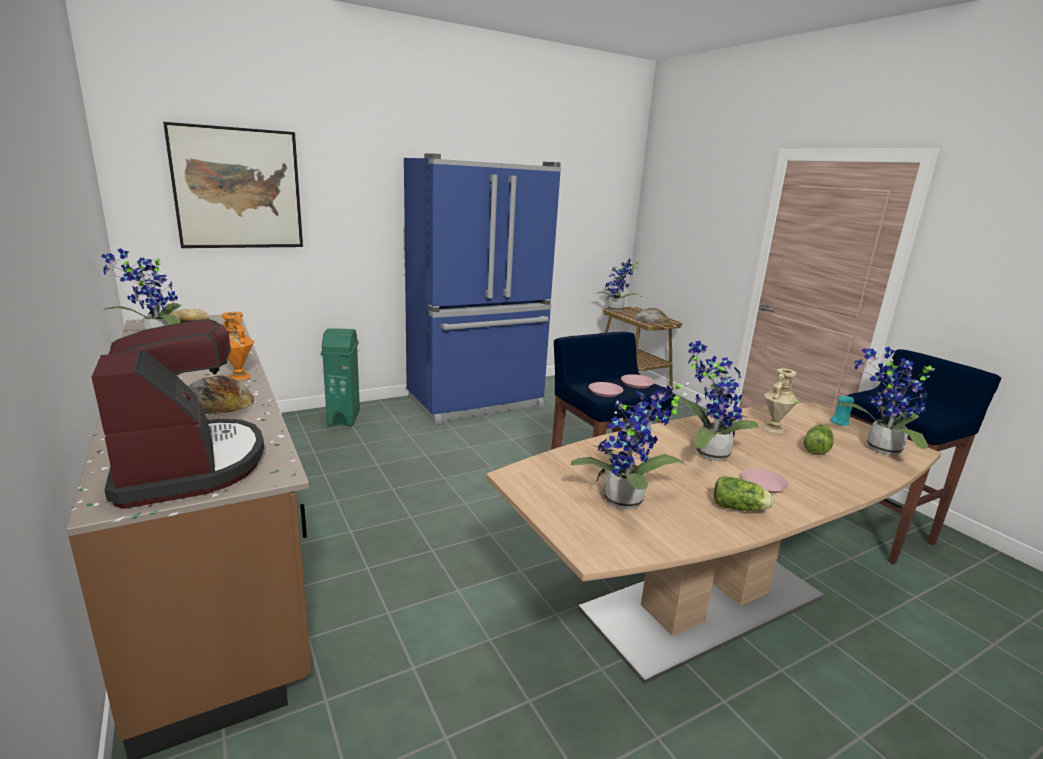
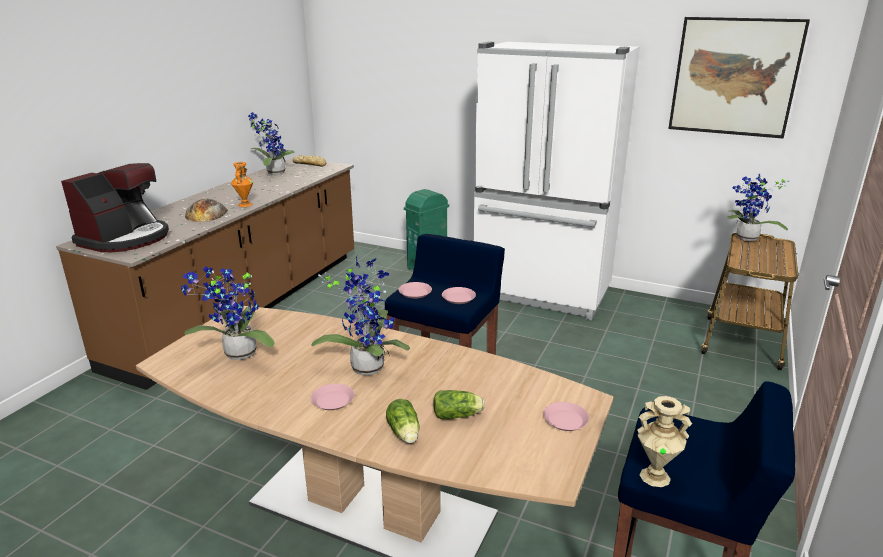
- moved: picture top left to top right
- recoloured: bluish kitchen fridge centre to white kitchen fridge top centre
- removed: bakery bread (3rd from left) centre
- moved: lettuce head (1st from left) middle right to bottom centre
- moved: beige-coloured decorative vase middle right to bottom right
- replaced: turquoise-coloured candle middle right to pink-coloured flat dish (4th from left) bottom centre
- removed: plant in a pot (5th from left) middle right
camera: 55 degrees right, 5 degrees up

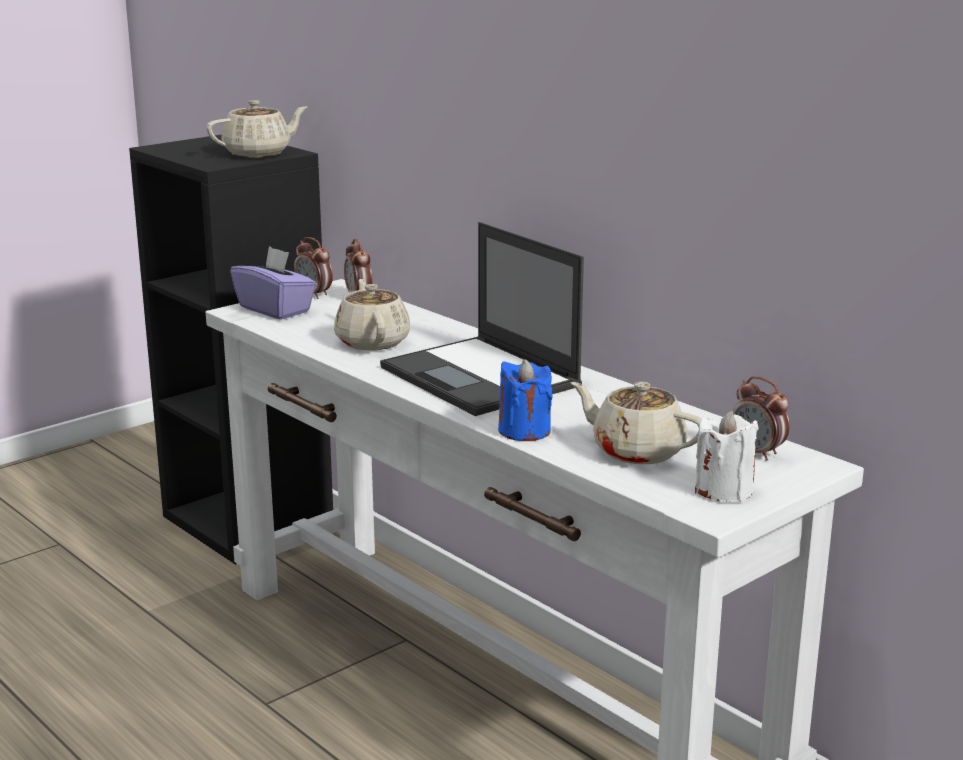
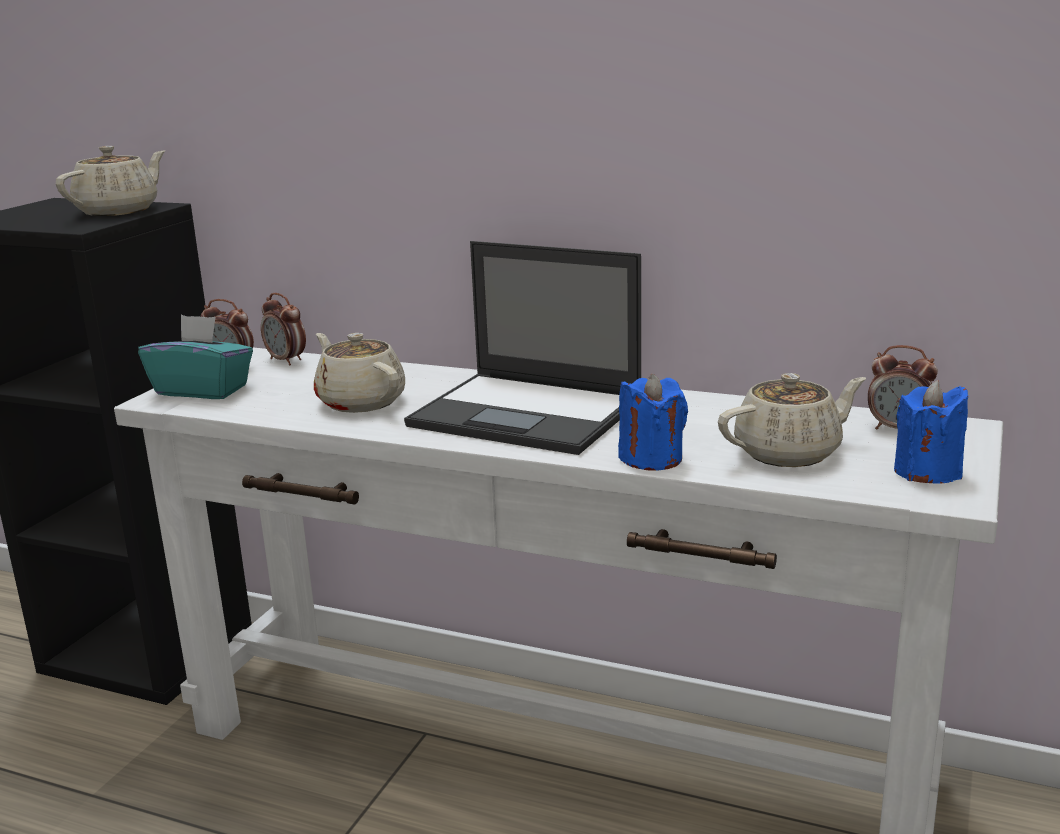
- recoloured: purple box of tissues middle left to turquoise-coloured box of tissues middle left
- turned: beige-coloured teapot (3rd from left) centre = middle right 150 degrees clockwise
- recoloured: white candle middle right to bluish candle (2nd from left) middle right
camera: 25 degrees left, 0 degrees up

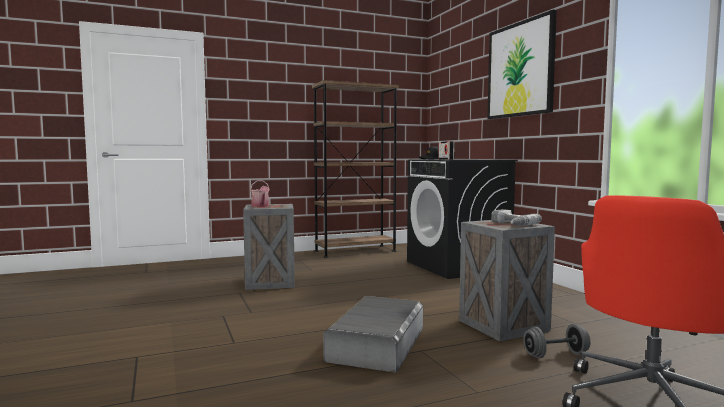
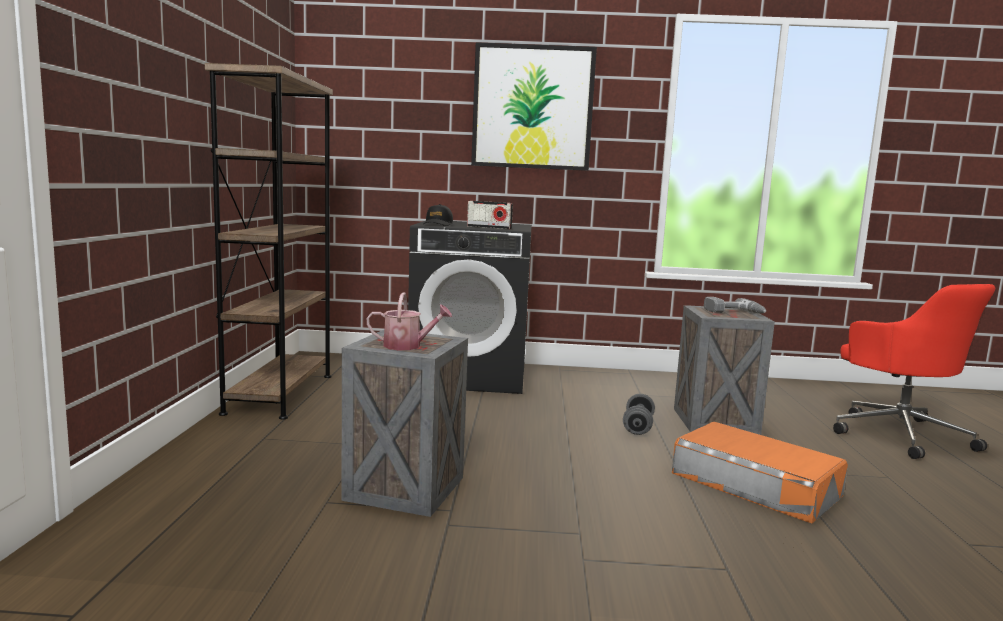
- recoloured: greyish storage bin bottom centre to orange-coloured storage bin bottom right
- moved: greyish hand weight bottom right to bottom centre
camera: 65 degrees left, 5 degrees up

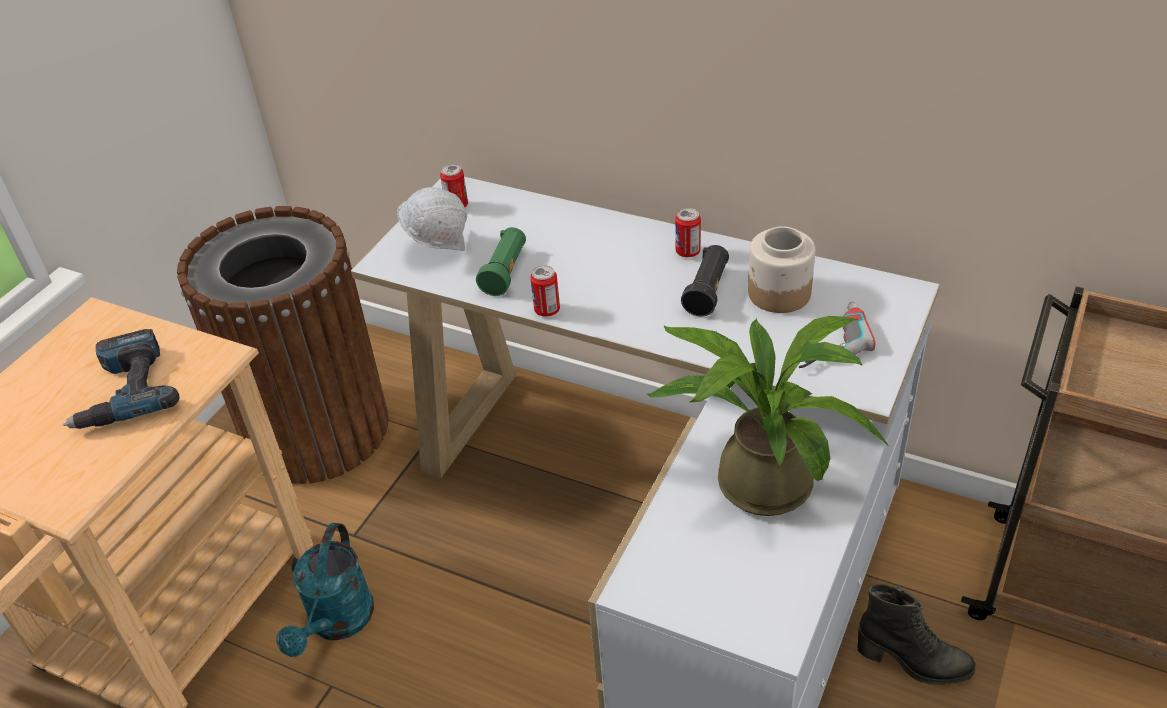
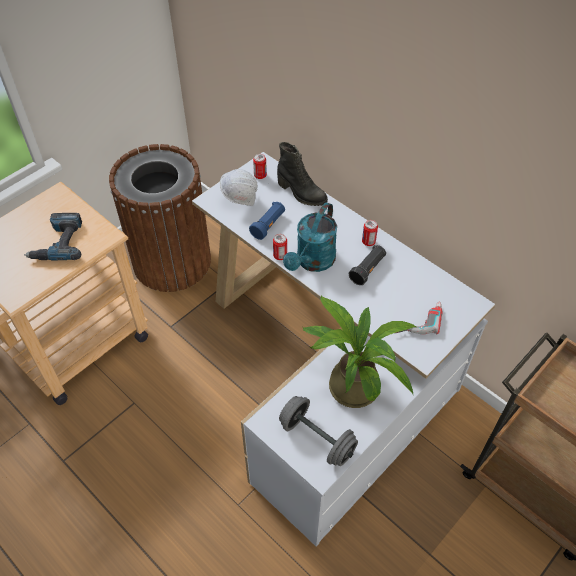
- moved: turquoise-coloured watering pot bottom left to centre
- recoloured: greenish flashlight centre to bluish flashlight centre
- removed: storage jar middle right
- moved: black-coloured high-top boot bottom right to top centre
- added: greyish hand weight bottom centre
camera: 15 degrees right, 10 degrees up

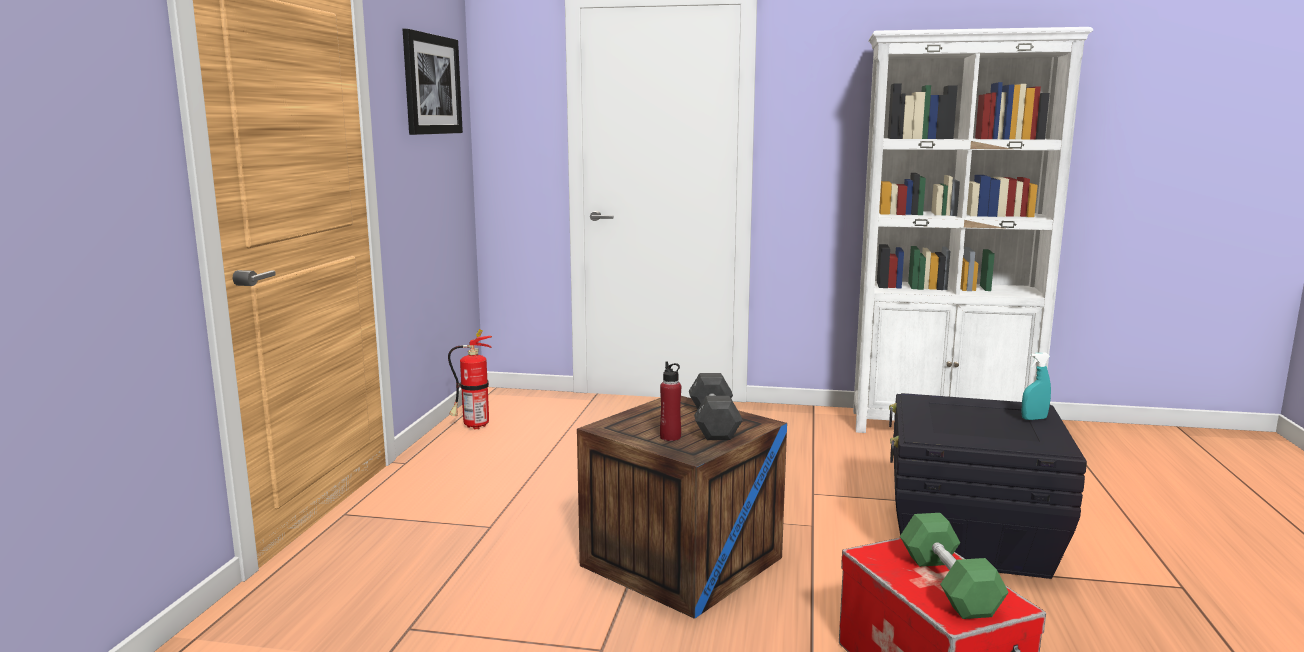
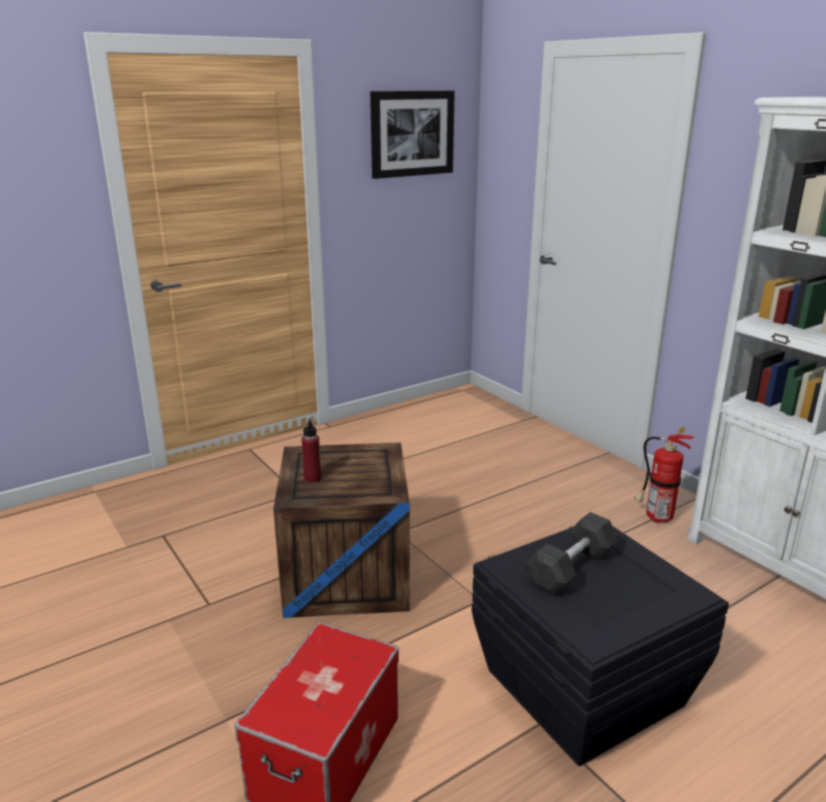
- moved: fire extinguisher centre to middle right
- moved: greyish hand weight centre to bottom right
- removed: greenish hand weight bottom right
- removed: turquoise-coloured sprayer middle right
camera: 45 degrees right, 10 degrees up

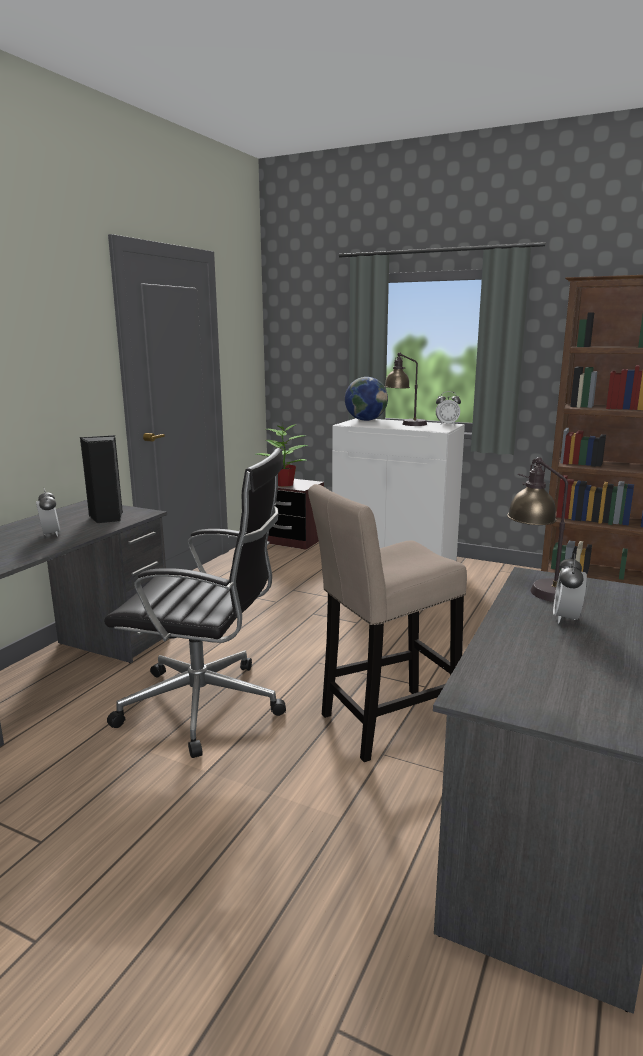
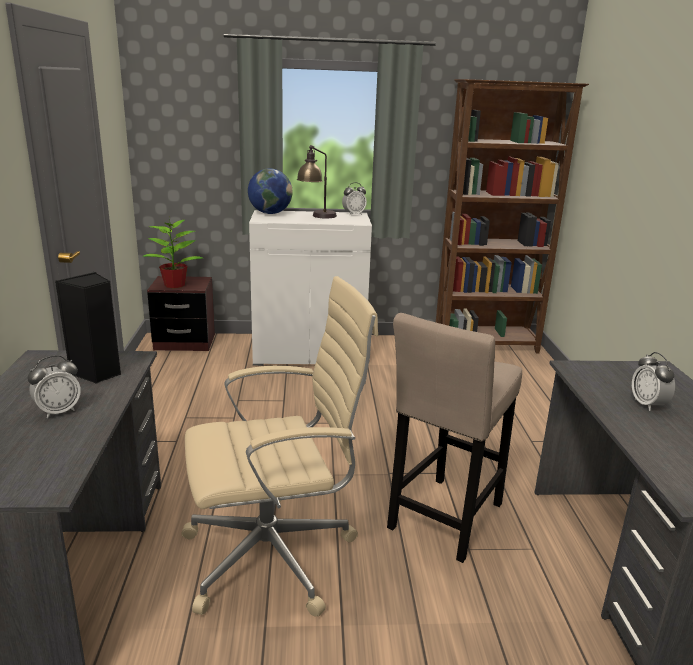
- turned: alarm clock (1st from left) middle left = middle left 105 degrees clockwise
- recoloured: black-coloured desk chair middle left to beige-coloured desk chair bottom centre
- removed: lamp for a table (2nd from left) middle right
camera: 30 degrees left, 5 degrees up

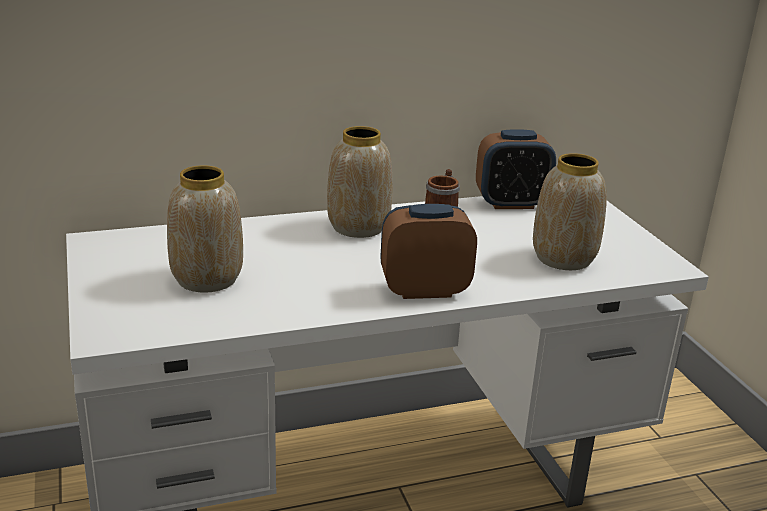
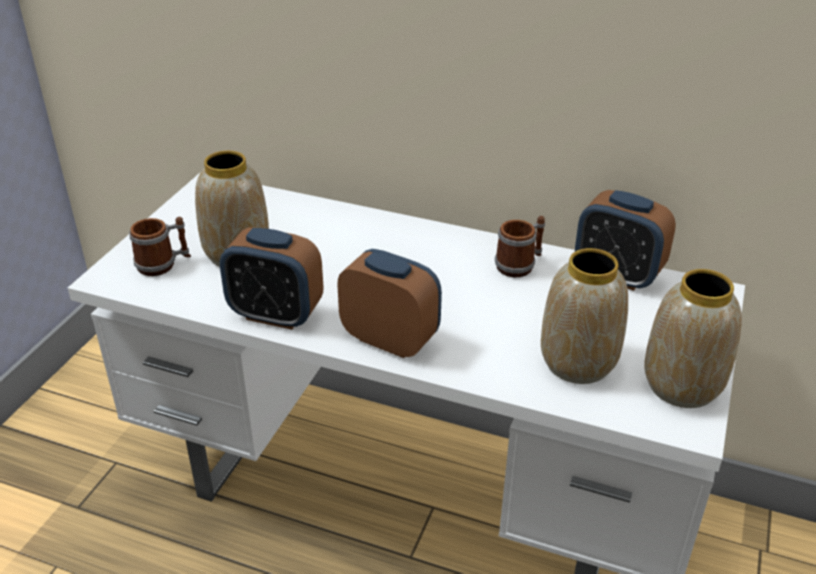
- moved: decorative vase (2nd from left in the first image) centre to decorative vase (3rd from left) middle right
- added: tea mug (1st from left) middle left
- added: alarm clock (1st from left) middle left
camera: 40 degrees right, 10 degrees up

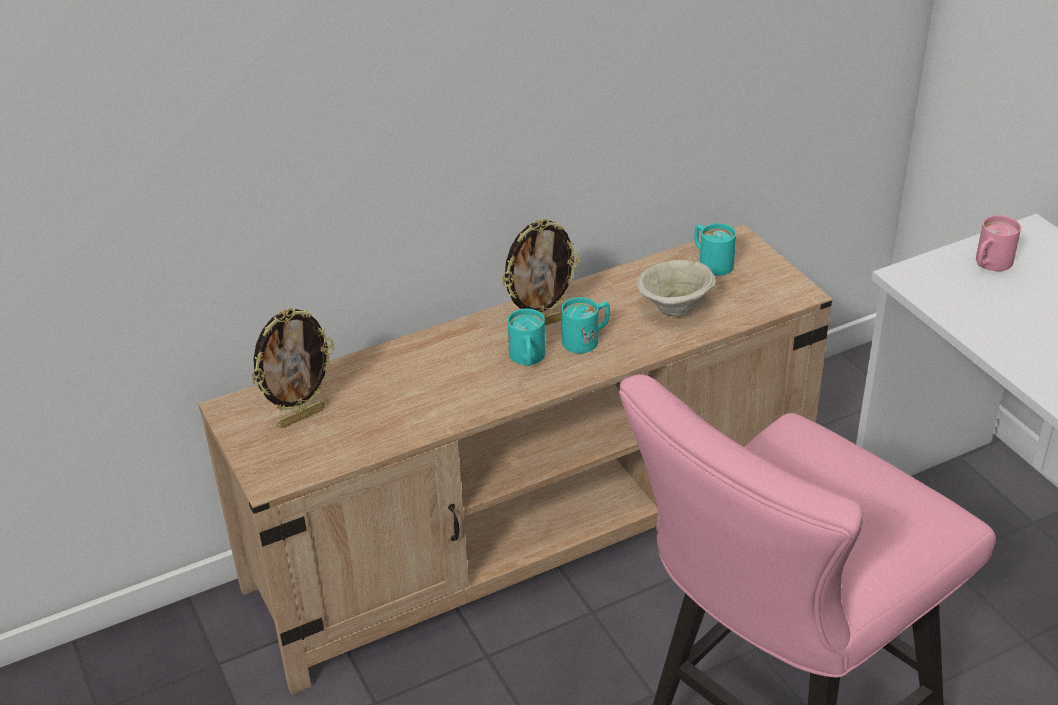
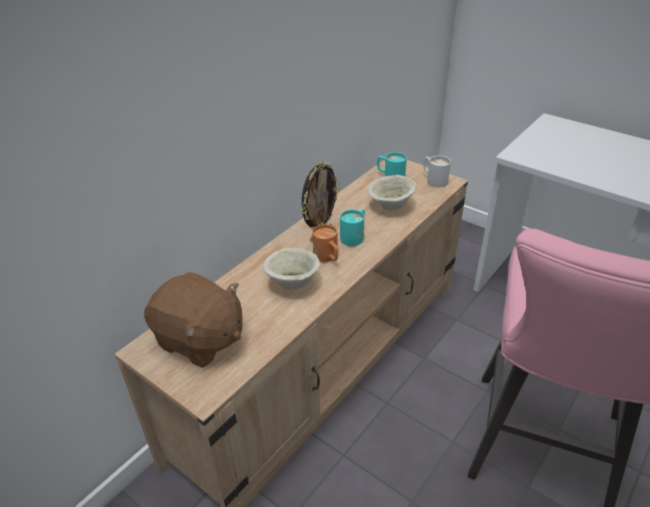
- replaced: photo frame (1st from left) middle left to brown-coloured plush toy middle left
- recoloured: turquoise-coloured tea mug (1st from left) centre to orange-coloured tea mug centre
- removed: pink-coloured tea mug middle right
- added: beige-coloured deep dish (1st from left) centre
- added: white tea mug middle right
camera: 25 degrees left, 0 degrees up

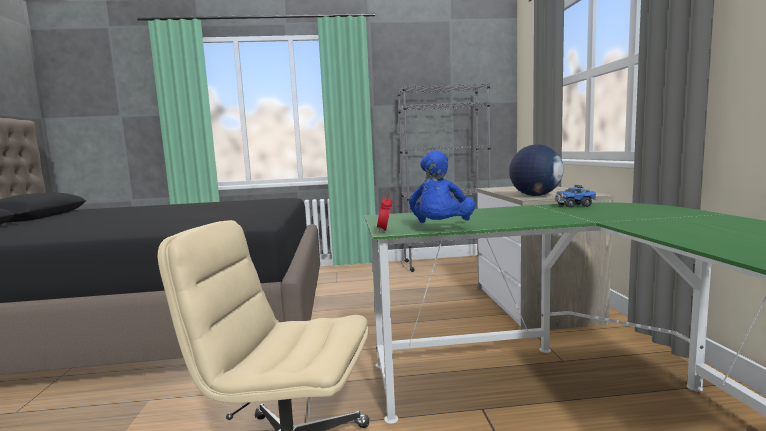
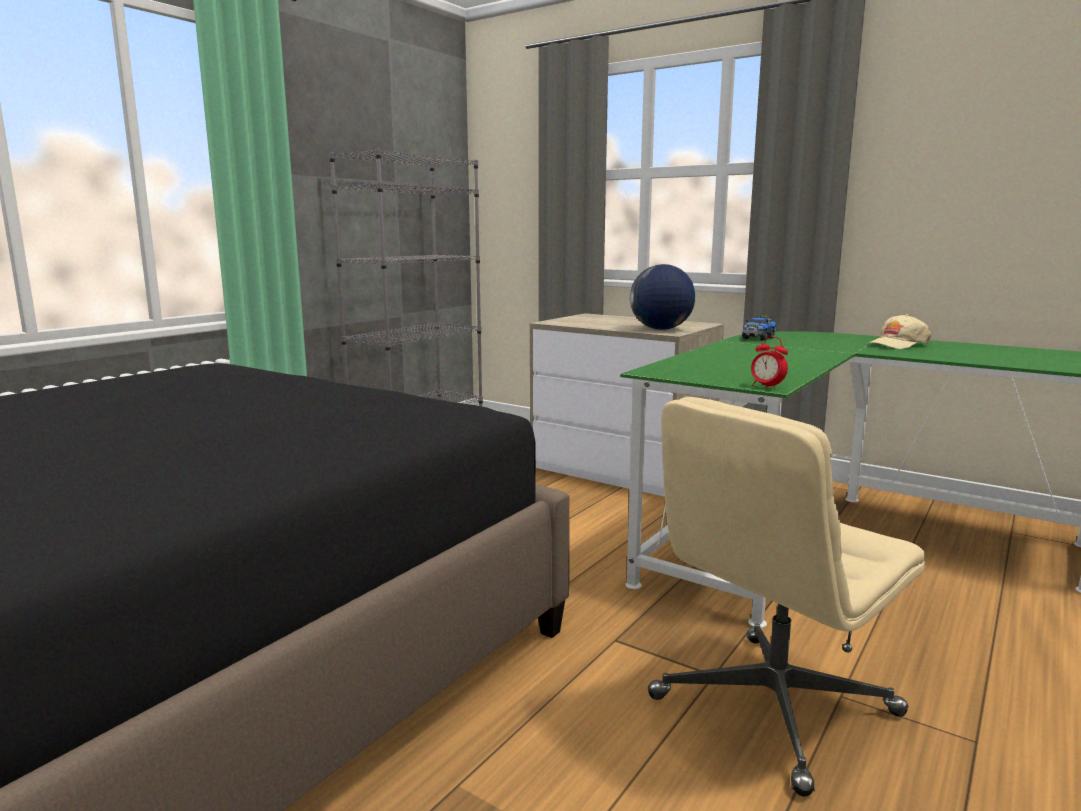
- removed: bluish plush toy centre
- added: beige-coloured cap middle right
camera: 50 degrees left, 5 degrees up

